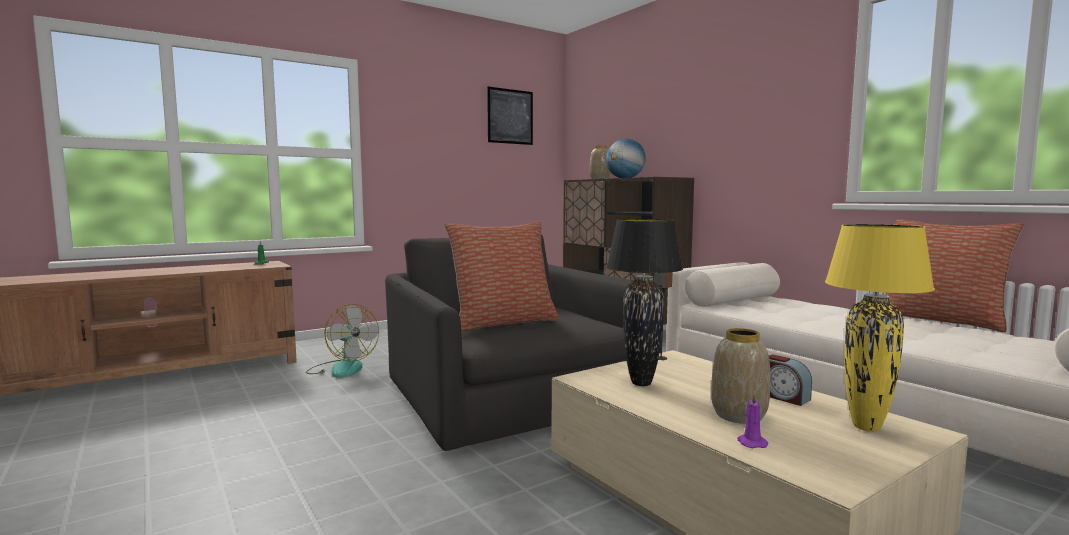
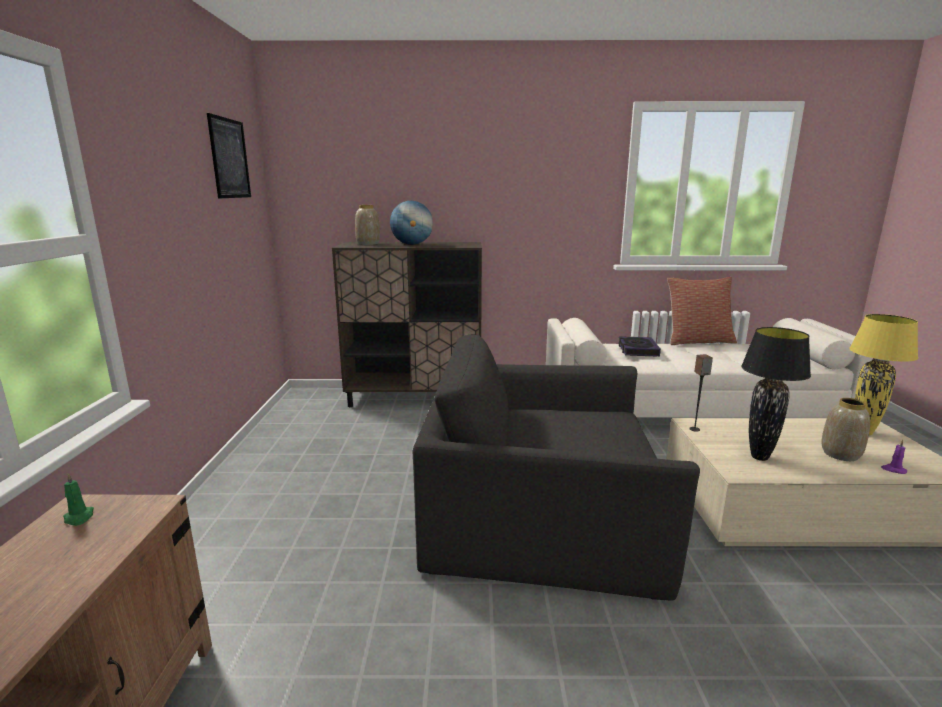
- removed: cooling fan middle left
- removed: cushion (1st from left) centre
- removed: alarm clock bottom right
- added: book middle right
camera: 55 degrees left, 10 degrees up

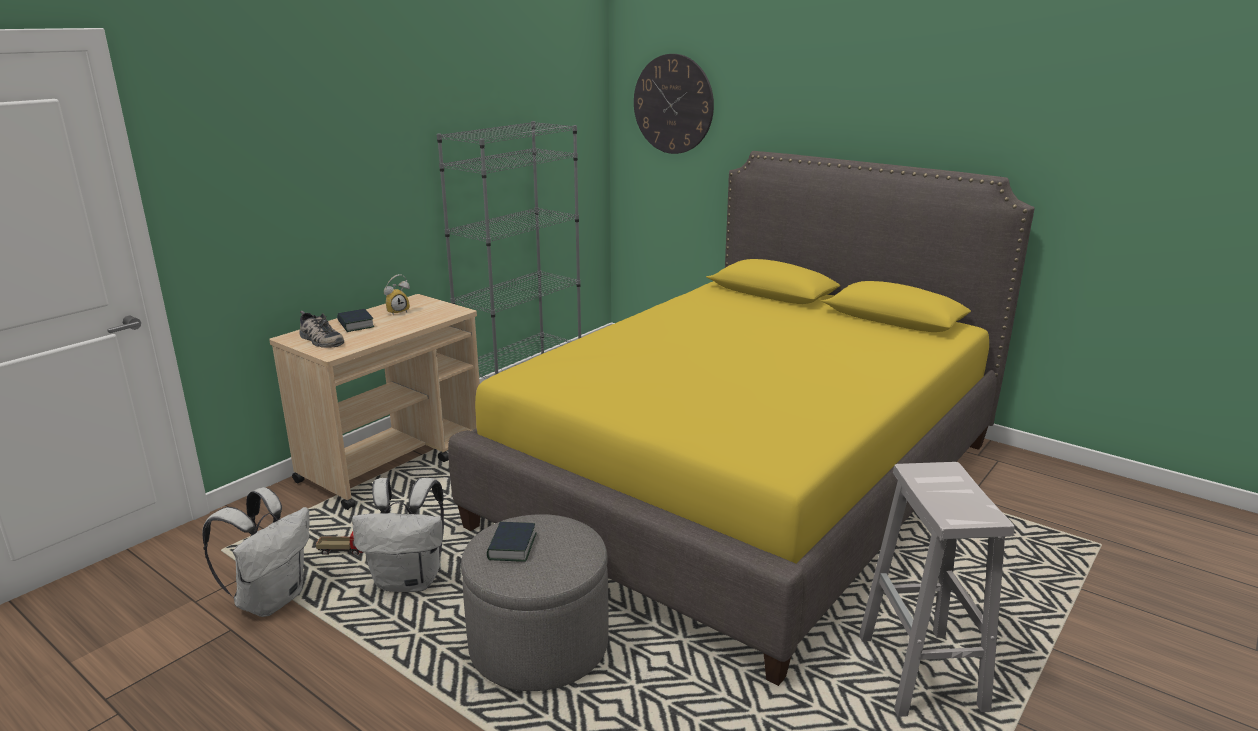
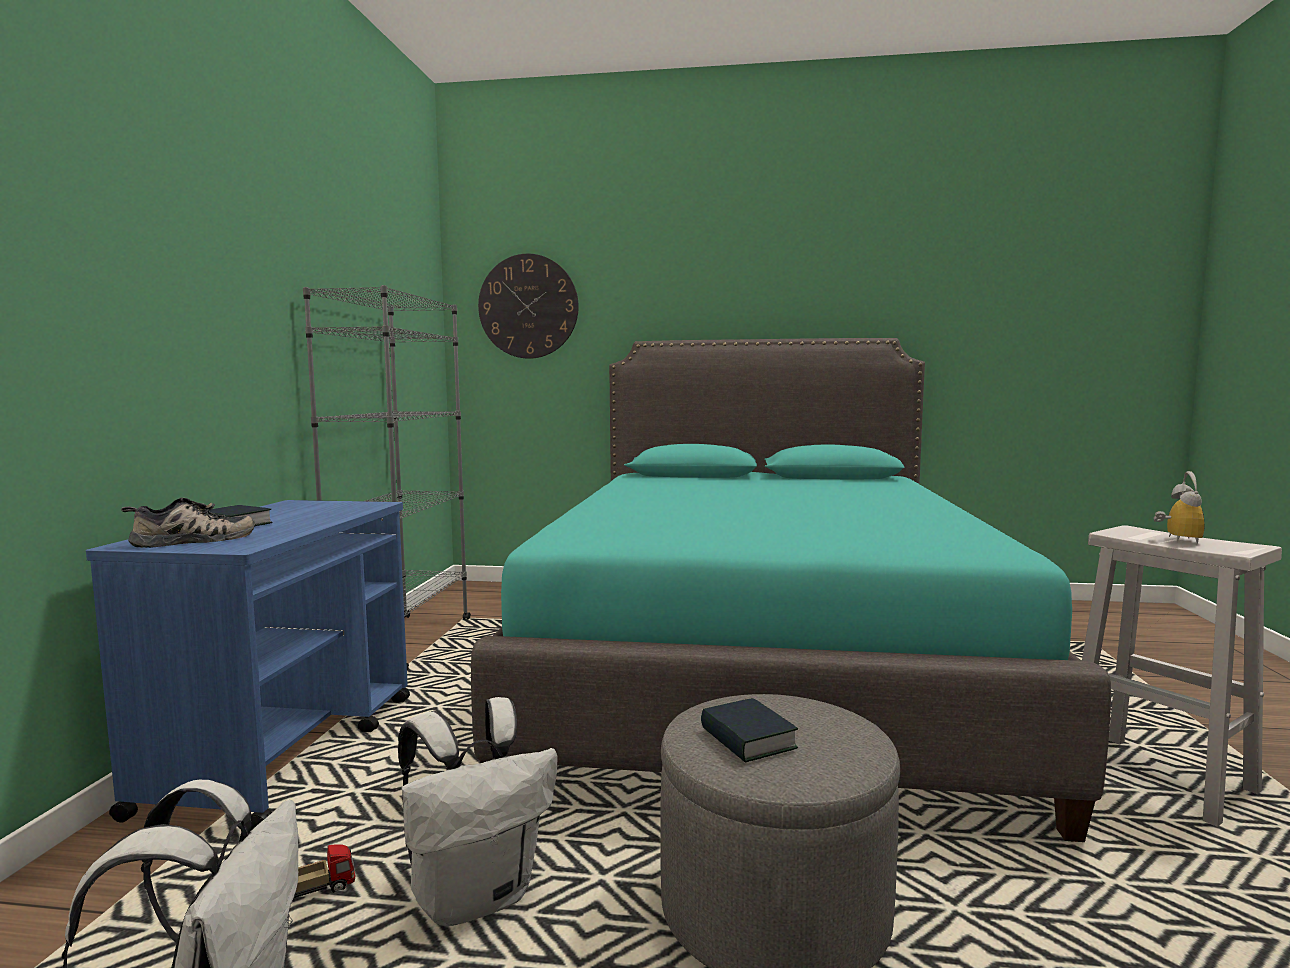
- recoloured: beige-coloured wheeled cart middle left to bluish wheeled cart bottom left
- turned: shoe middle left = middle left 45 degrees counterclockwise
- moved: alarm clock middle left to middle right
- recoloured: yellowish sleeping bed centre to turquoise-coloured sleeping bed centre
camera: 30 degrees left, 15 degrees down

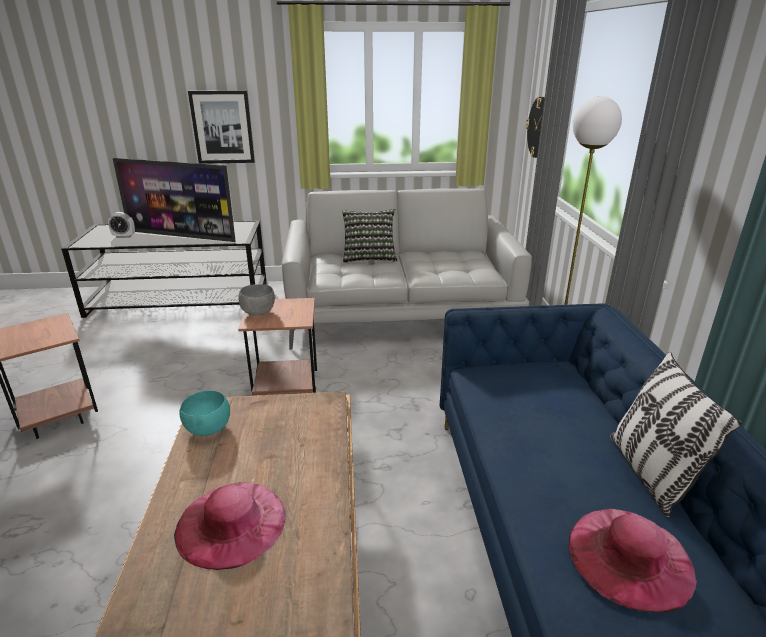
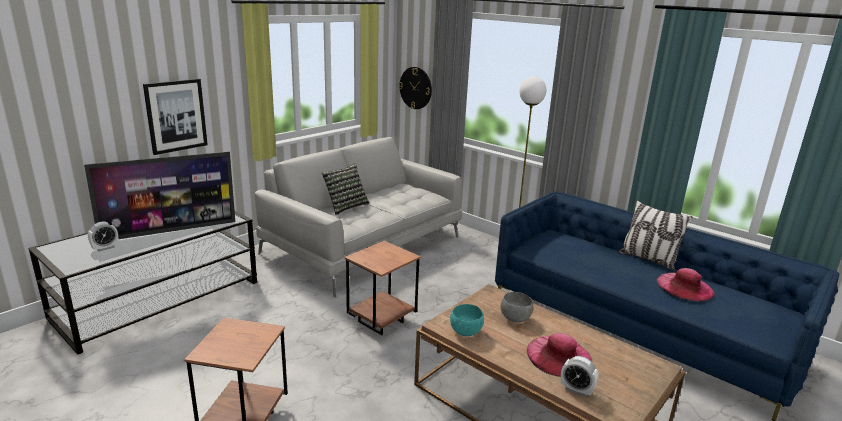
- moved: greyish deep dish centre to bottom centre
- added: alarm clock (2nd from left) bottom right
camera: 45 degrees left, 5 degrees down

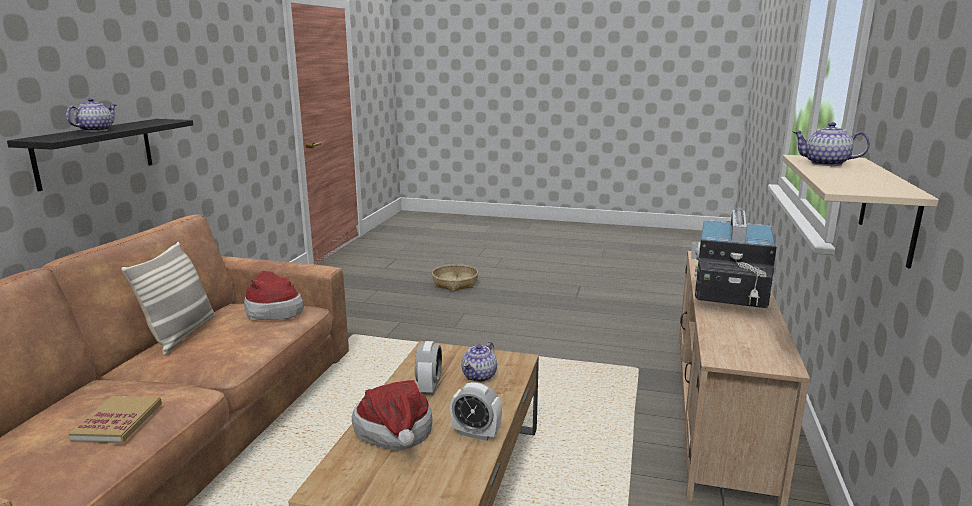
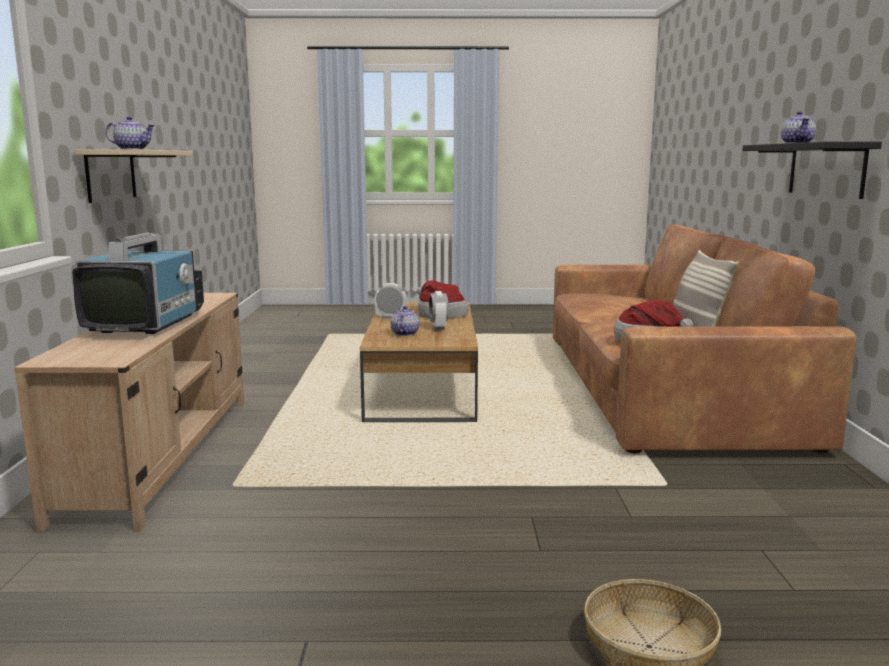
- removed: book bottom left
camera: 165 degrees right, 5 degrees down

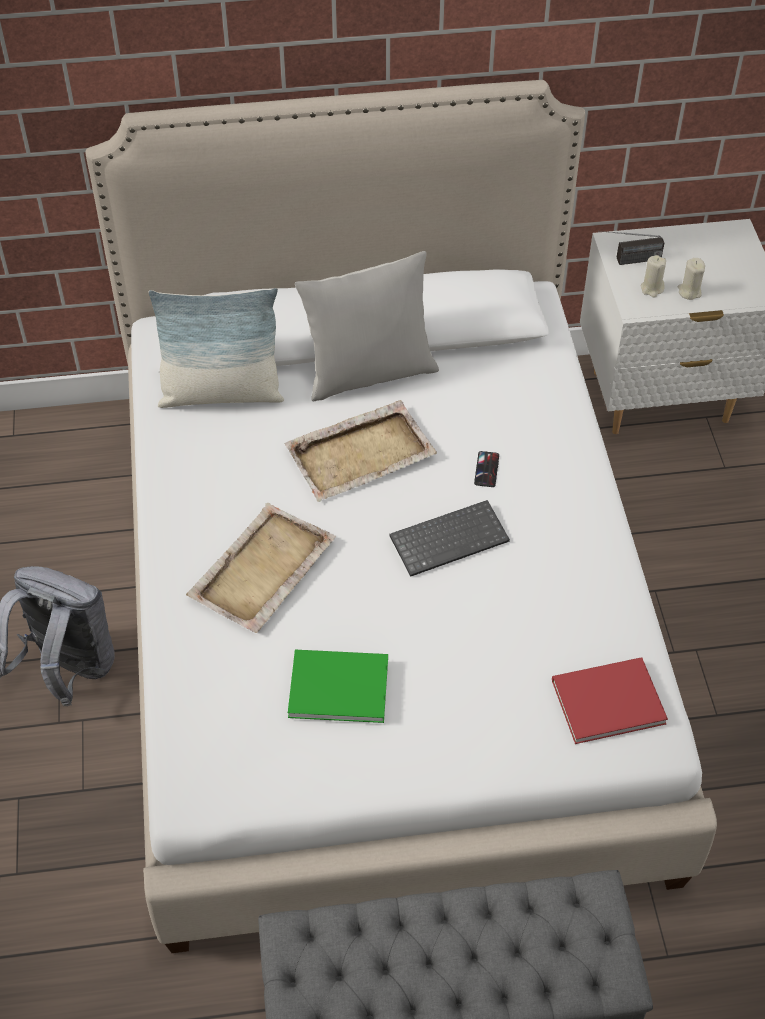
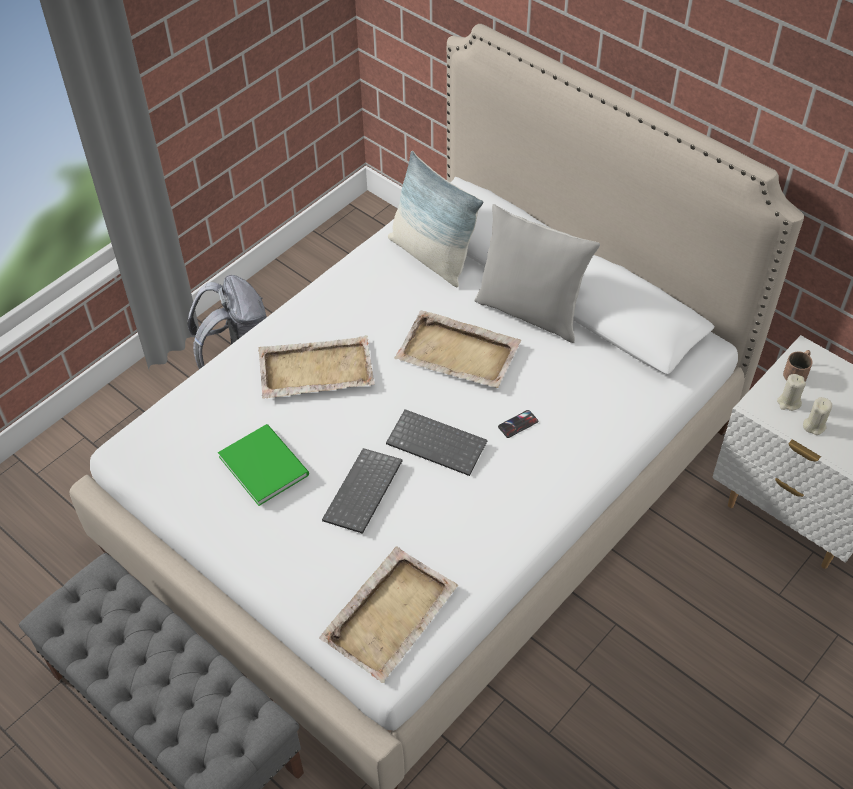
- replaced: red book bottom right to beige-coloured carrying tray (2nd from left) bottom centre
- replaced: radio top right to brown-coloured tea mug middle right
- added: computer keyboard (1st from left) centre
camera: 50 degrees right, 0 degrees up

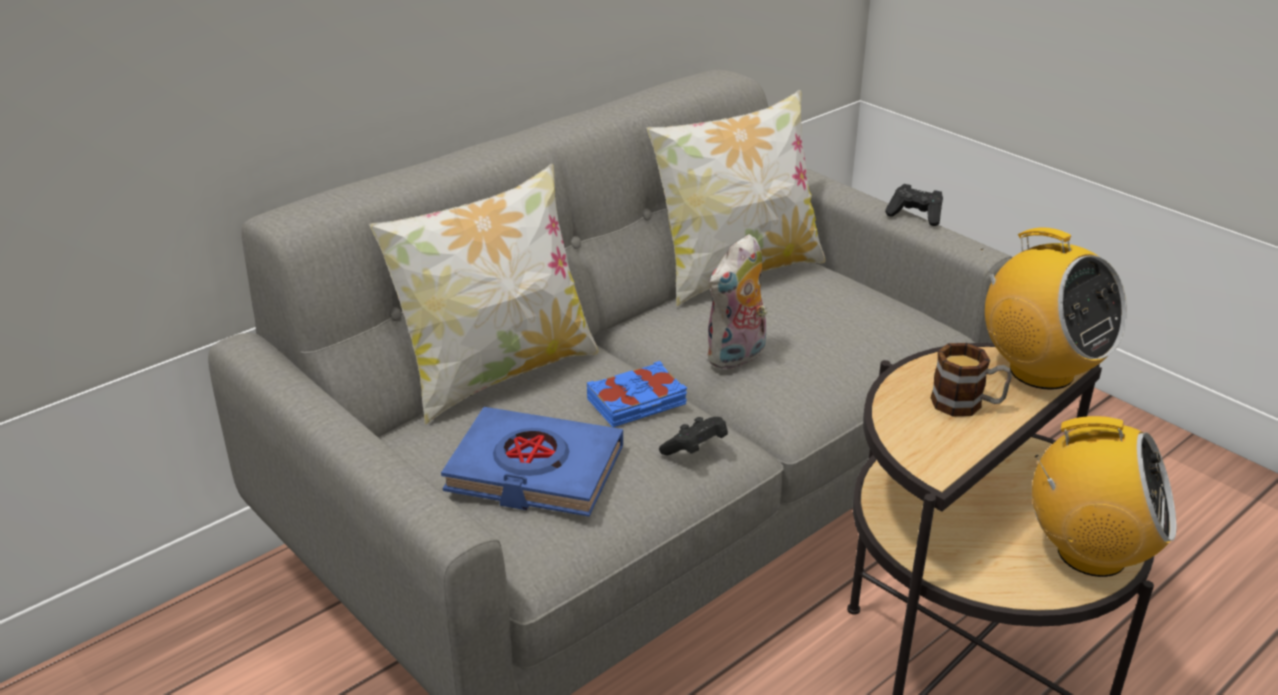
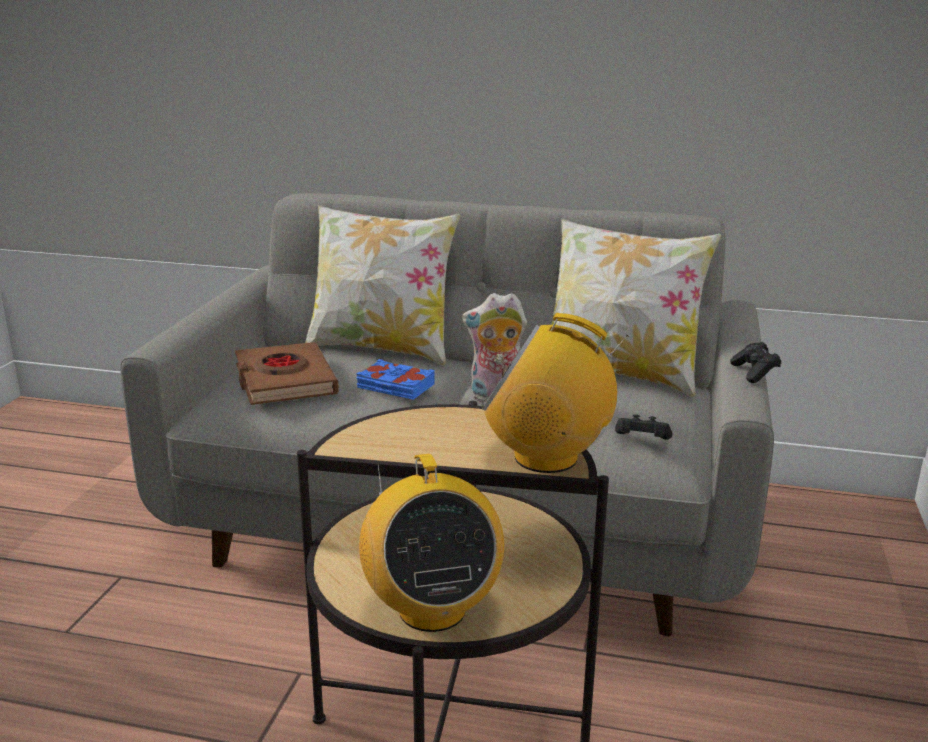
- recoloured: bluish book (1st from left) centre to brown-coloured book middle left
- moved: black-coloured joypad (1st from left) centre to middle right
- removed: tea mug middle right
- turned: radio (1st from left in the first image) middle right = centre 90 degrees clockwise
camera: 55 degrees right, 10 degrees down

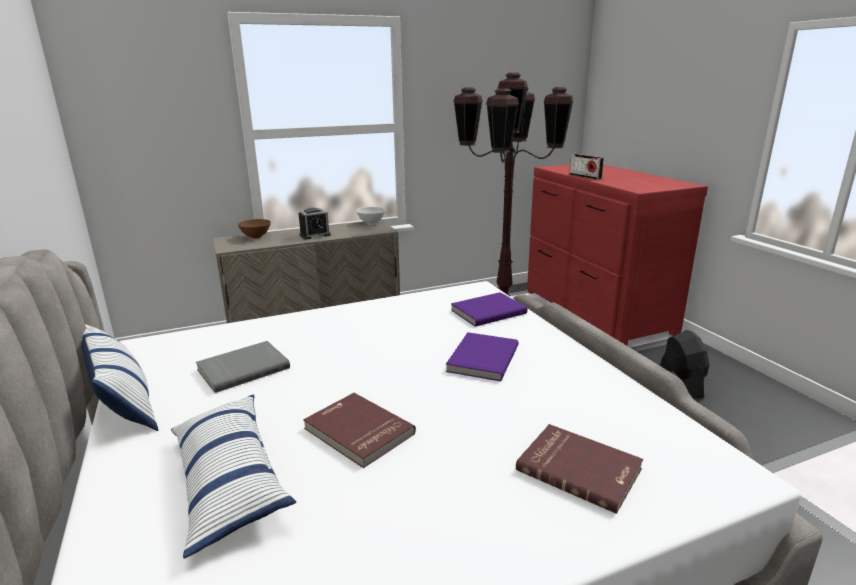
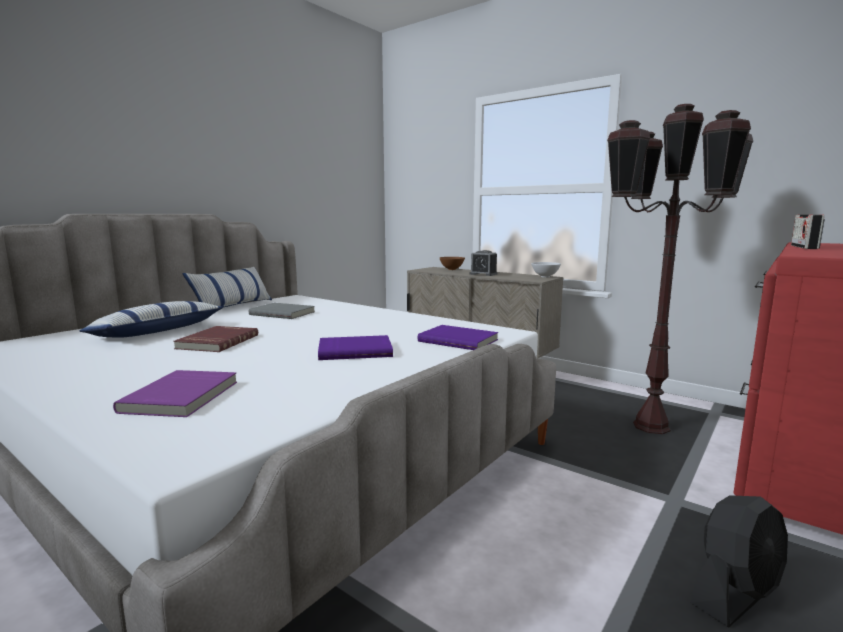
- recoloured: red book (2nd from left) bottom right to purple book (1st from left) middle left
camera: 60 degrees right, 10 degrees down

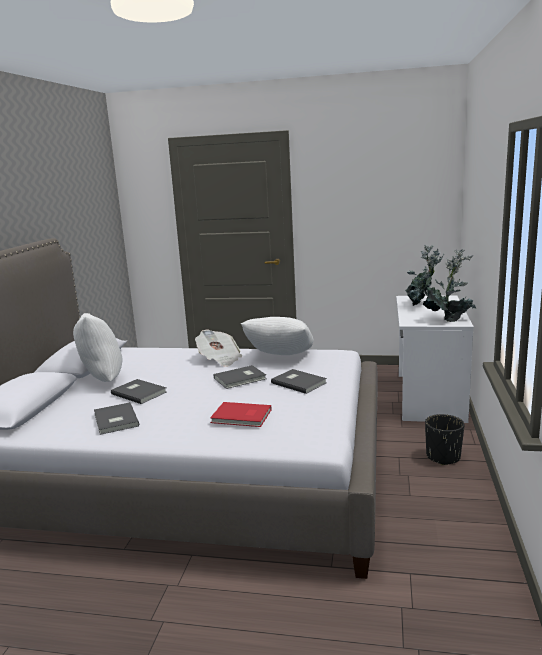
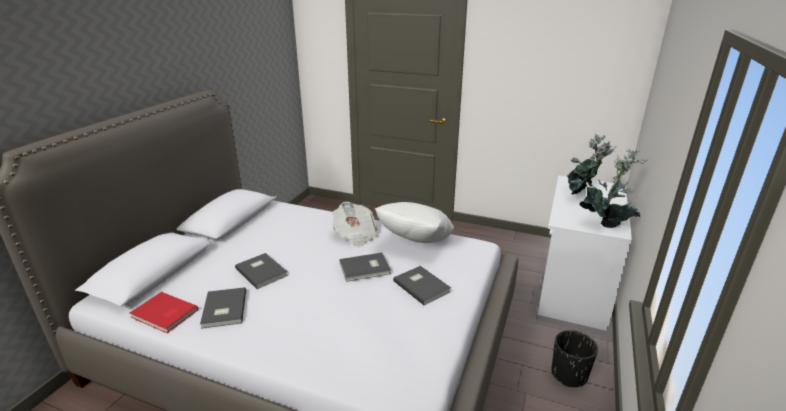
- removed: white cushion (1st from left) middle left
- moved: red book centre to bottom left
camera: 10 degrees right, 10 degrees up

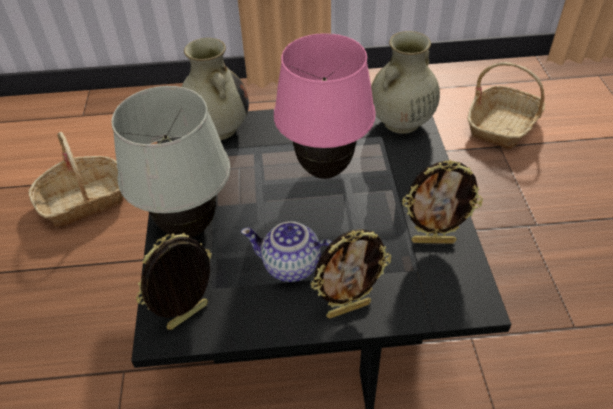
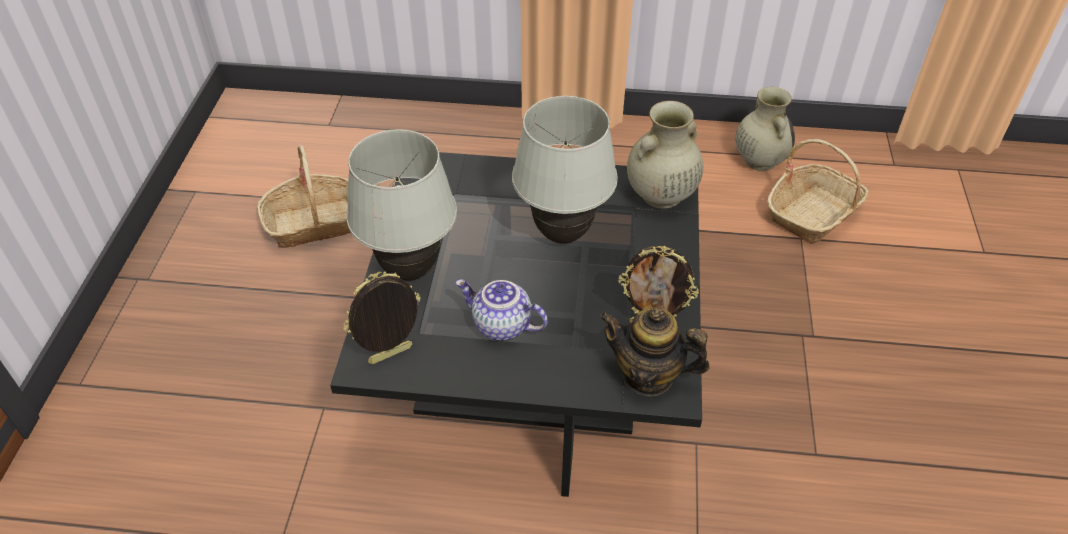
- moved: beige-coloured decorative vase (1st from left in the first image) top centre to beige-coloured decorative vase (2nd from left) top right
- recoloured: pink-coloured lamp for a table top centre to white lamp for a table (2nd from left) top centre
- removed: photo frame (2nd from left) bottom centre
- added: teapot (2nd from left) centre
camera: 10 degrees right, 0 degrees up

